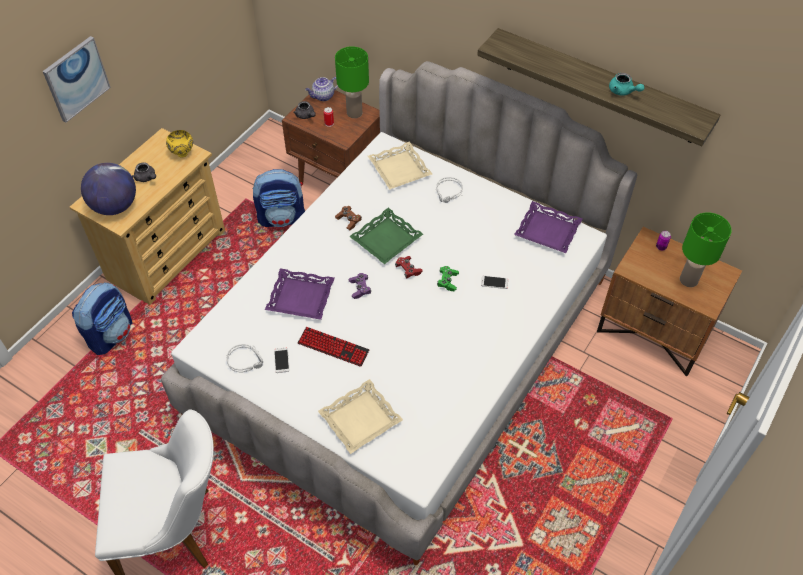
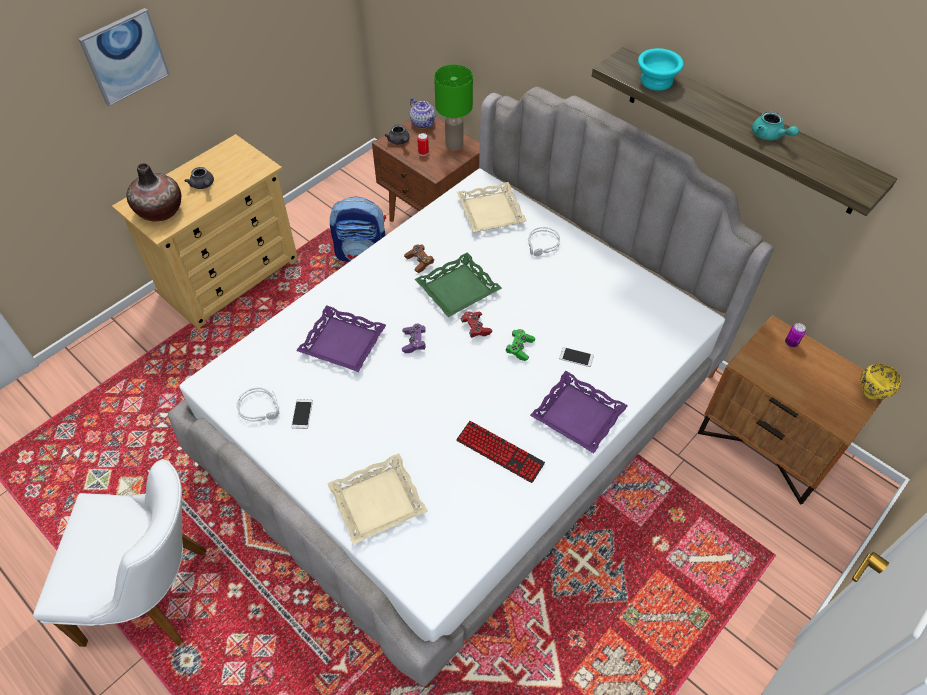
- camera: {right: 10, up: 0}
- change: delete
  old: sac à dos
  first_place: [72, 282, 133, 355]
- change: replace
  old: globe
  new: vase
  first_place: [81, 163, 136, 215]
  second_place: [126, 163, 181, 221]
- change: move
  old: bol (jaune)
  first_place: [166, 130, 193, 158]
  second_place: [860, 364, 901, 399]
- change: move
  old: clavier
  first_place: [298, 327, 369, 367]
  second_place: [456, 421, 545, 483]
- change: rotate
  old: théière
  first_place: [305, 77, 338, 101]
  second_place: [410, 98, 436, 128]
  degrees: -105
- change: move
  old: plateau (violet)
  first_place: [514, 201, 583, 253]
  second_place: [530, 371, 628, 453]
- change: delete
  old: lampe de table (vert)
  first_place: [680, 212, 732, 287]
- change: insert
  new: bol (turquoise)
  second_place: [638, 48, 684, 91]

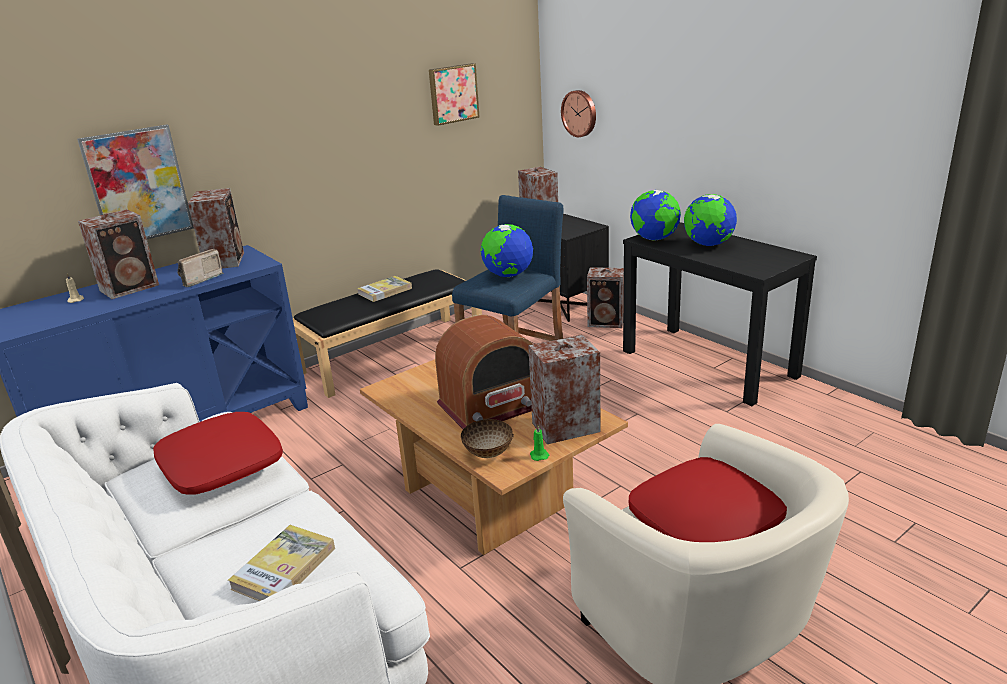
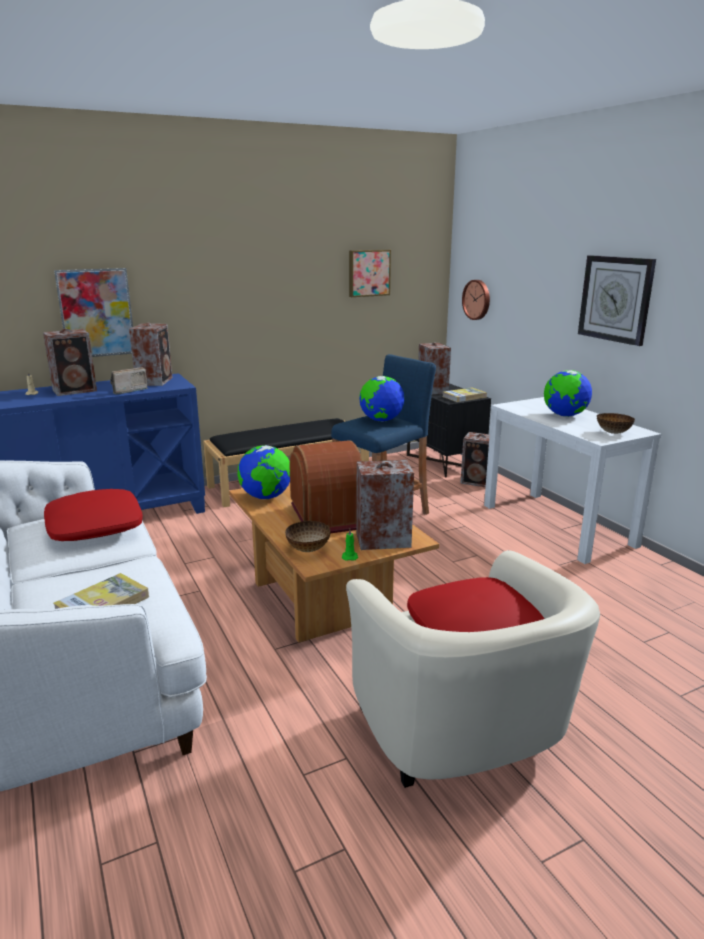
- camera: {right: 10, up: -5}
- change: move
  old: livre
  first_place: [357, 276, 412, 302]
  second_place: [442, 387, 487, 402]
- change: rotate
  old: radio
  first_place: [435, 315, 532, 429]
  second_place: [290, 440, 362, 534]
  degrees: -90
- change: recolor
  old: table console (noir)
  new: table console (blanc)
  first_place: [623, 222, 817, 406]
  second_place: [484, 397, 662, 564]
- change: move
  old: globe
  first_place: [630, 190, 681, 241]
  second_place: [238, 445, 290, 499]
- change: insert
  new: horloge murale
  second_place: [578, 255, 656, 346]
- change: insert
  new: bol
  second_place: [597, 413, 635, 434]

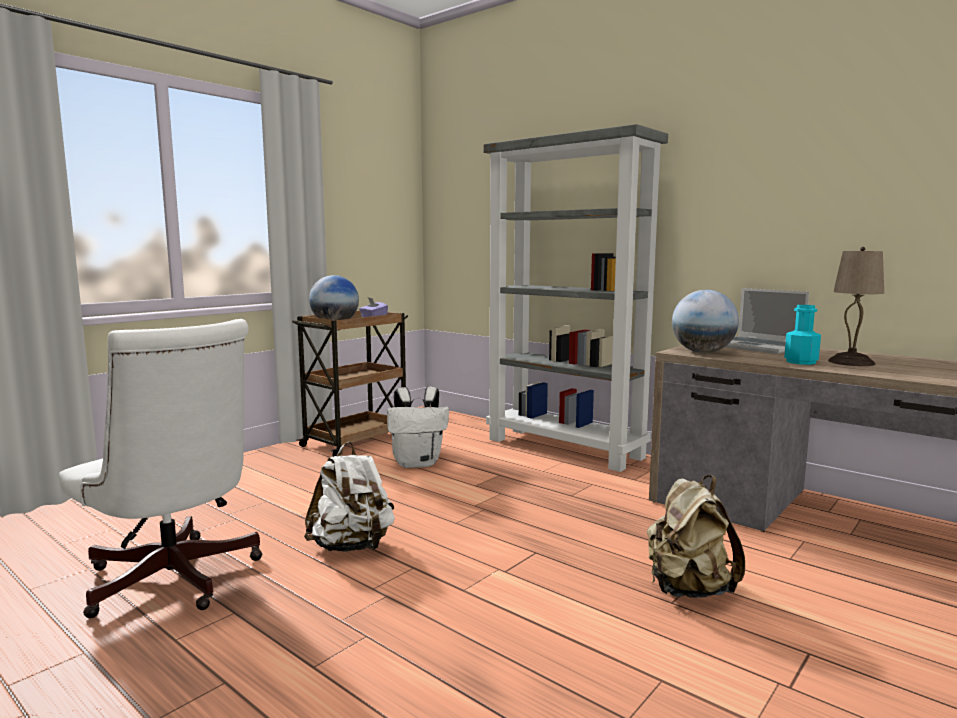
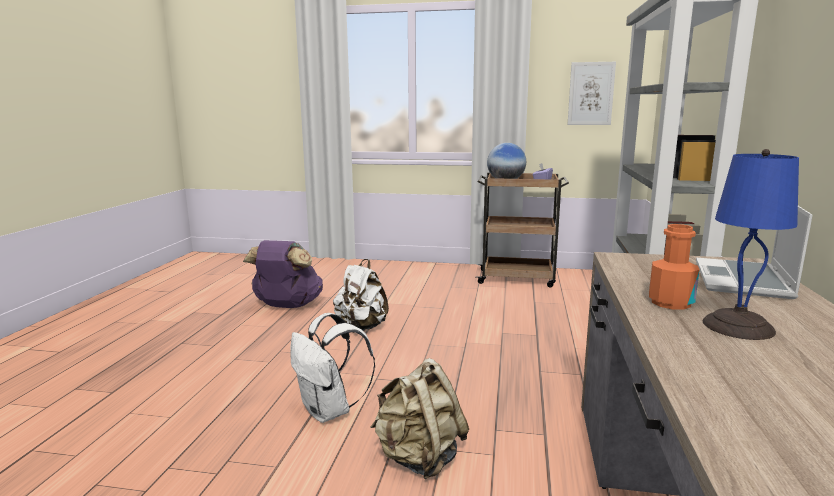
- camera: {right: 60, up: 5}
- change: replace
  old: chaise de bureau (blanc)
  new: sac à dos (violet)
  first_place: [59, 319, 263, 618]
  second_place: [243, 240, 323, 308]
- change: move
  old: sac à dos (blanc)
  first_place: [387, 386, 449, 468]
  second_place: [290, 313, 375, 423]
- change: delete
  old: globe
  first_place: [672, 290, 739, 353]
- change: recolor
  old: bouteille (turquoise)
  new: bouteille (orange)
  first_place: [784, 305, 821, 365]
  second_place: [649, 224, 700, 310]
- change: recolor
  old: lampe de table (beige)
  new: lampe de table (bleu)
  first_place: [828, 247, 884, 366]
  second_place: [703, 149, 799, 340]
- change: insert
  new: tableau
  second_place: [568, 62, 616, 125]

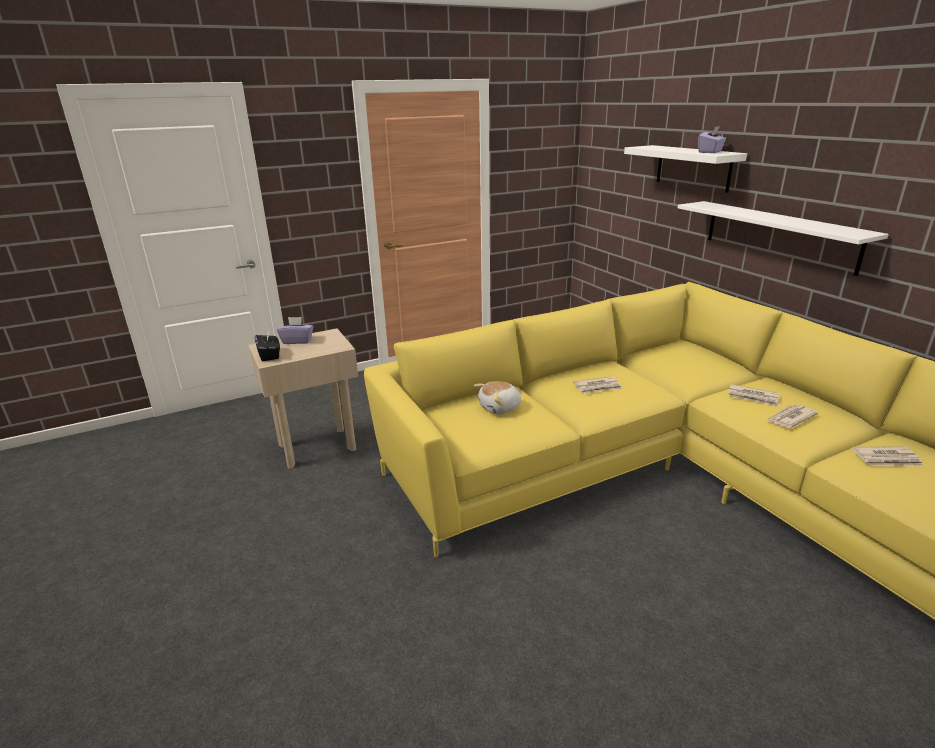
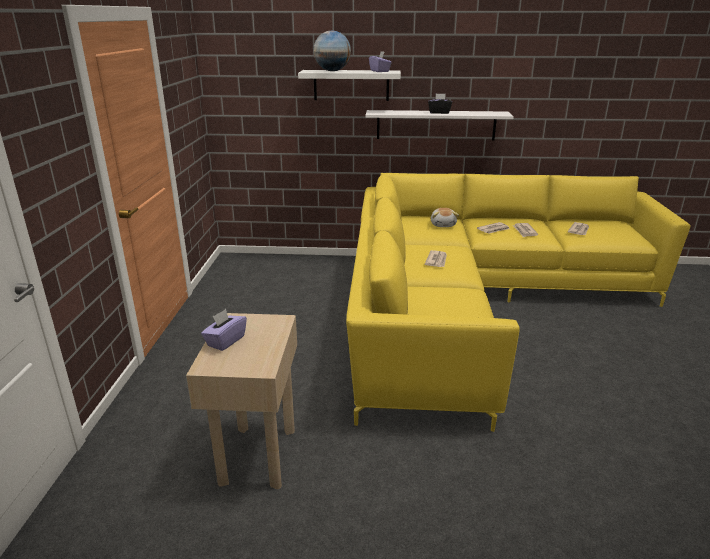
- camera: {right: -60, up: 0}
- change: move
  old: boîte à mouchoirs (noir)
  first_place: [254, 330, 280, 361]
  second_place: [428, 94, 452, 114]
- change: move
  old: peluche
  first_place: [474, 381, 521, 414]
  second_place: [431, 208, 459, 227]
- change: insert
  new: globe
  second_place: [313, 30, 351, 71]

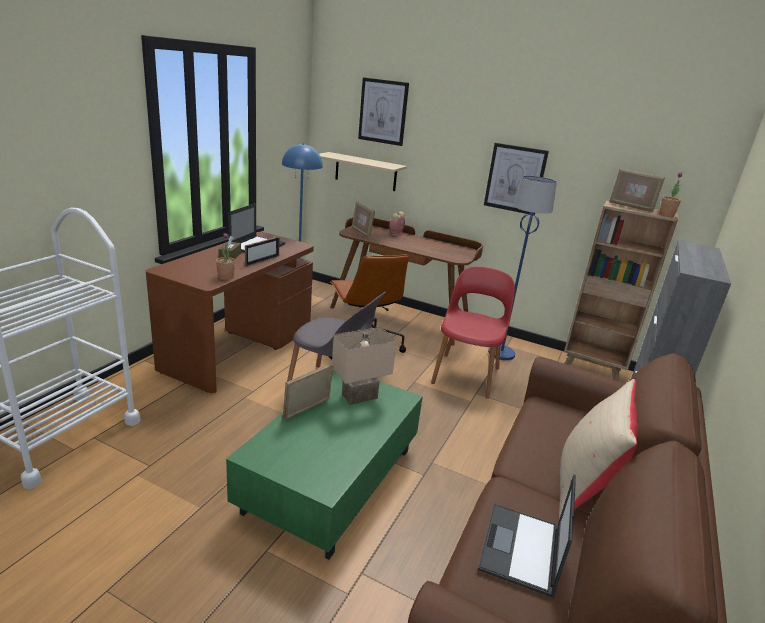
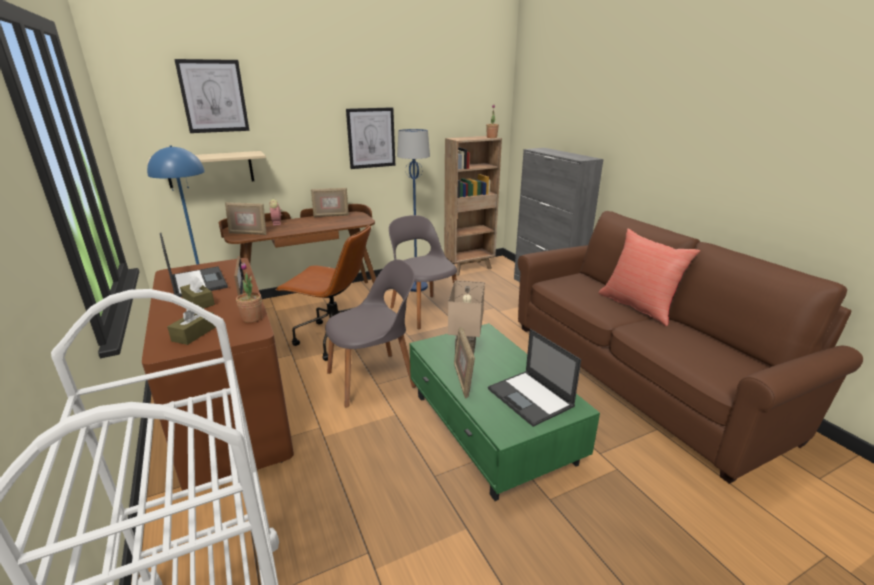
- camera: {right: -50, up: 0}
- change: recolor
  old: chaise (rouge)
  new: chaise (gris)
  first_place: [431, 266, 515, 399]
  second_place: [389, 215, 457, 329]
- change: move
  old: ordinateur portable
  first_place: [478, 474, 576, 598]
  second_place: [488, 329, 581, 427]
- change: recolor
  old: coussin (beige)
  new: coussin (rouge)
  first_place: [559, 379, 638, 519]
  second_place: [599, 229, 700, 326]
- change: move
  old: cadre photo
  first_place: [609, 168, 665, 212]
  second_place: [311, 188, 349, 217]
- change: insert
  new: boîte à mouchoirs (marron)
  second_place: [167, 305, 215, 345]

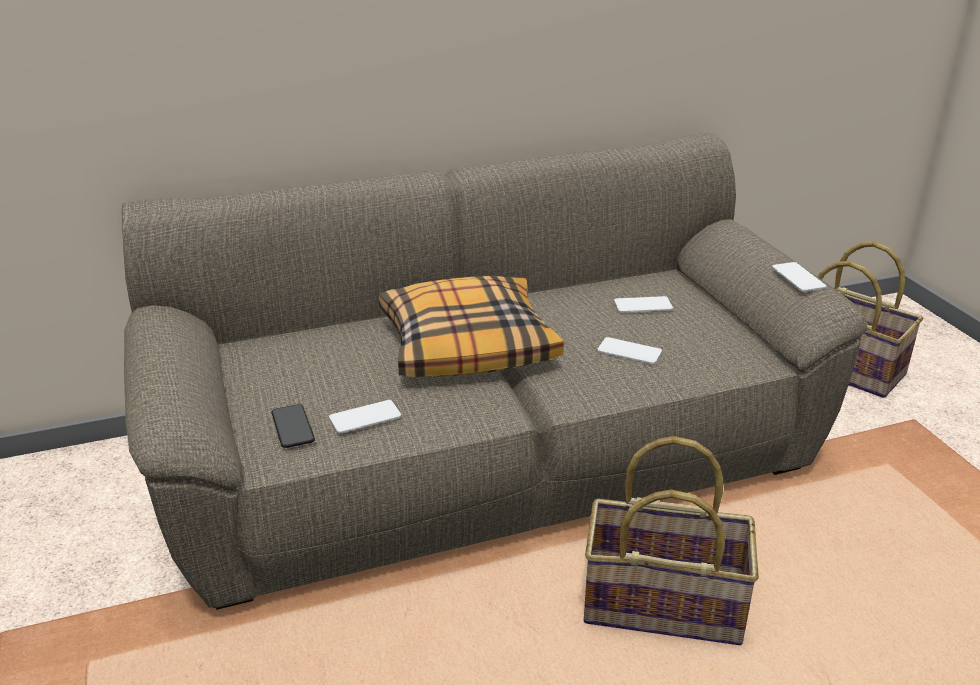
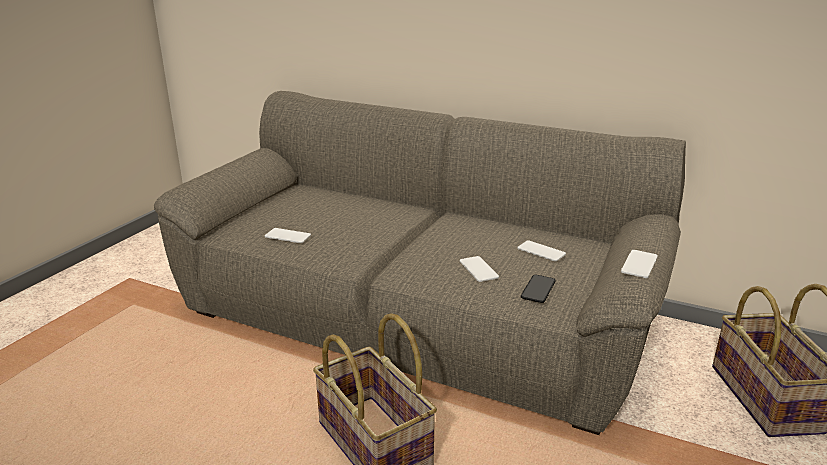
- camera: {right: 45, up: -5}
- change: move
  old: téléphone
  first_place: [271, 404, 315, 448]
  second_place: [521, 275, 556, 303]
- change: delete
  old: coussin
  first_place: [378, 276, 564, 377]

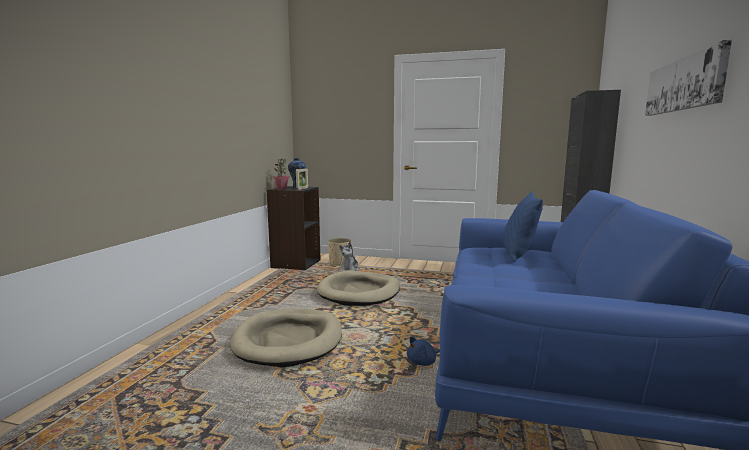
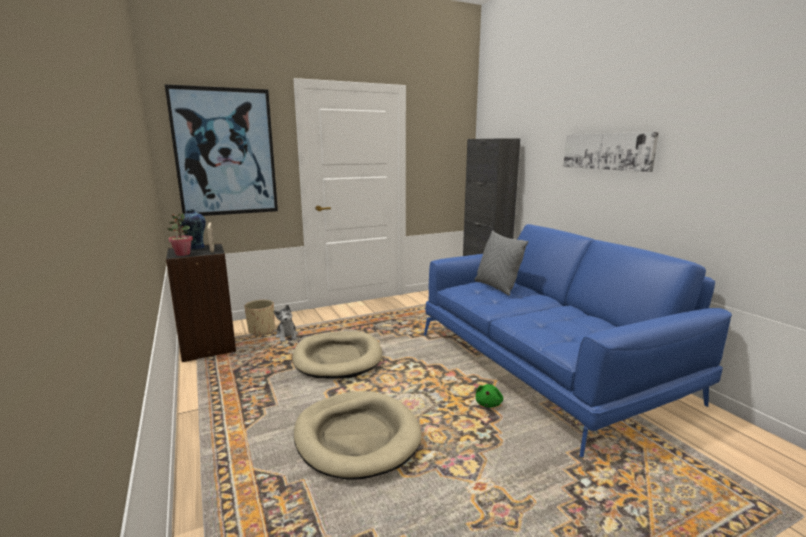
- camera: {right: -40, up: 5}
- change: recolor
  old: peluche (bleu)
  new: peluche (vert)
  first_place: [407, 337, 440, 366]
  second_place: [476, 384, 503, 408]
- change: recolor
  old: coussin (bleu)
  new: coussin (gris)
  first_place: [503, 191, 543, 262]
  second_place: [475, 230, 529, 296]
- change: insert
  new: tableau
  second_place: [165, 84, 278, 216]

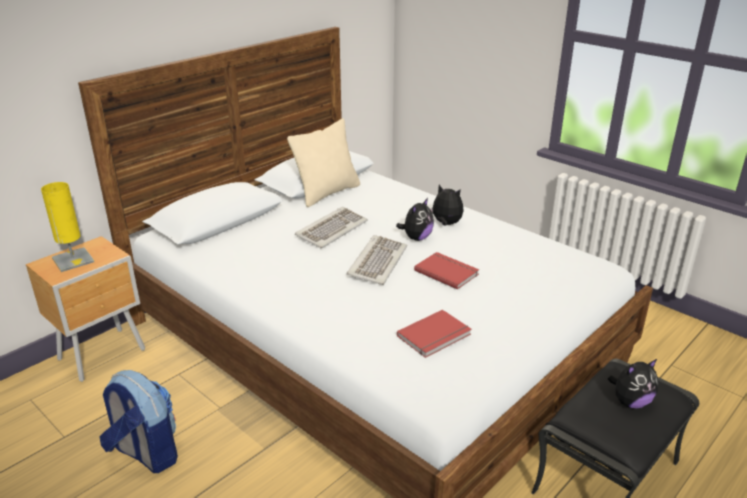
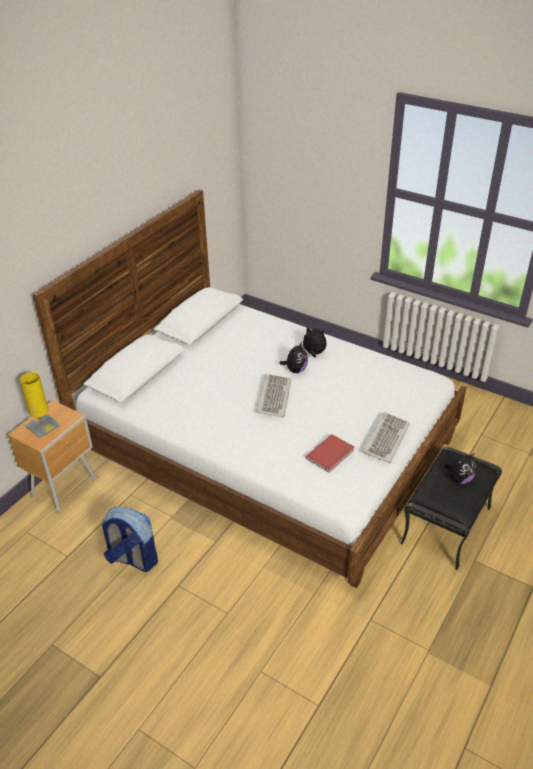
- camera: {right: -10, up: 10}
- change: delete
  old: coussin (beige)
  first_place: [287, 118, 360, 207]
- change: move
  old: clavier
  first_place: [295, 207, 368, 248]
  second_place: [362, 412, 410, 463]
- change: delete
  old: livre (rouge)
  first_place: [414, 252, 479, 290]

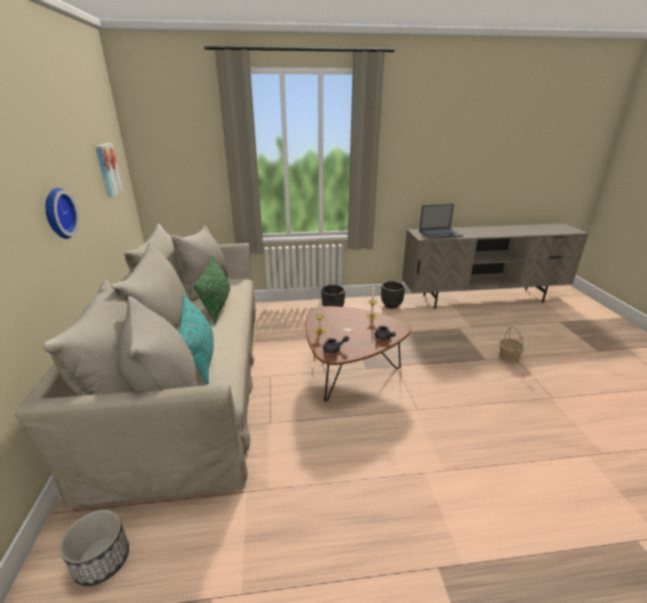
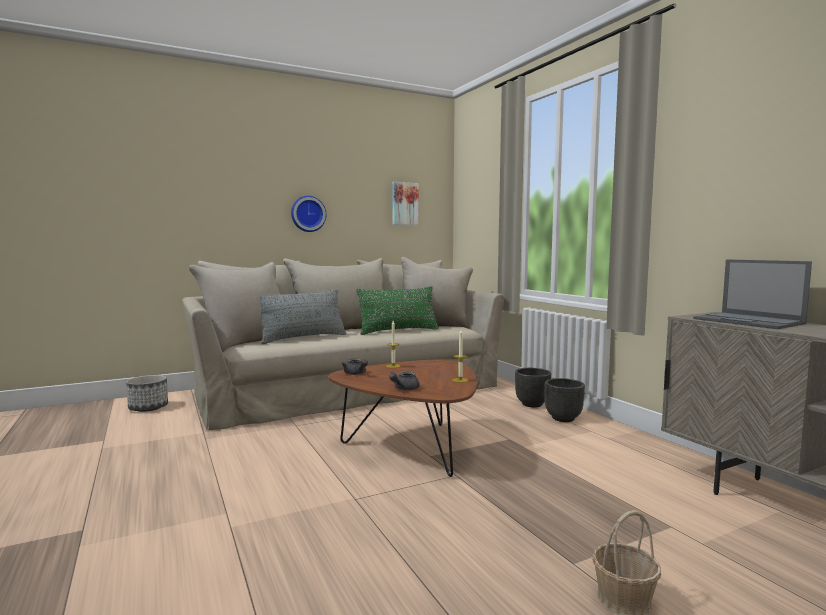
- camera: {right: 70, up: -20}
- change: recolor
  old: coussin (turquoise)
  new: coussin (gris)
  first_place: [179, 293, 214, 384]
  second_place: [260, 289, 346, 344]
- change: move
  old: cache-pot (noir)
  first_place: [381, 281, 405, 309]
  second_place: [515, 368, 551, 408]

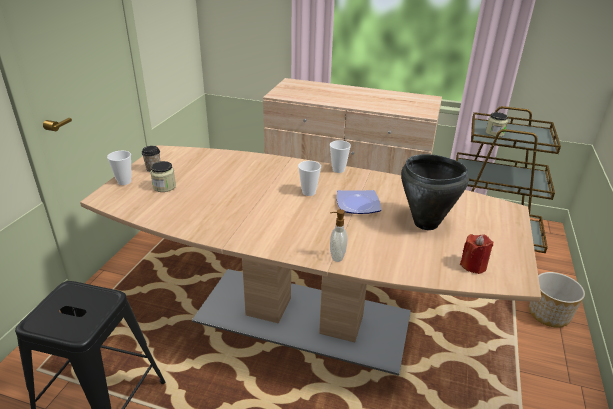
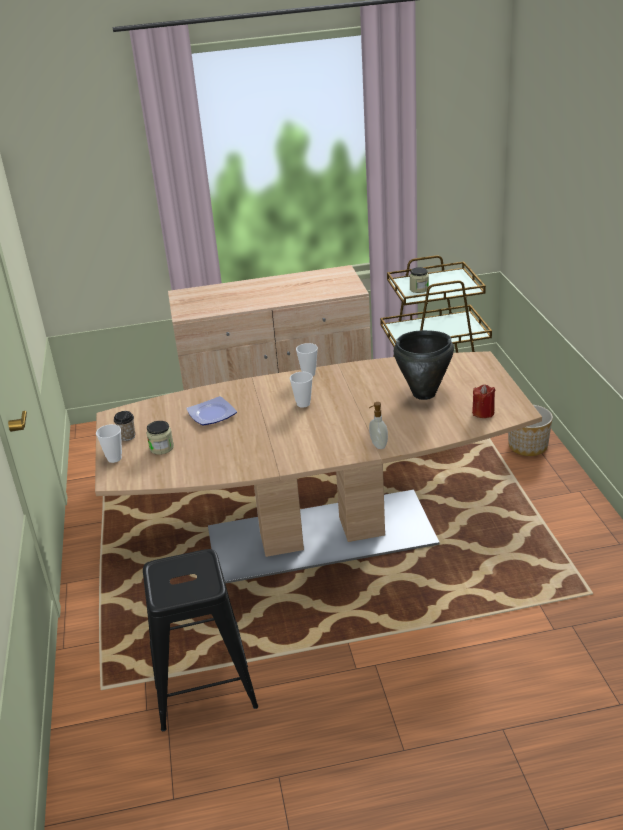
- camera: {right: -25, up: 0}
- change: move
  old: assiette
  first_place: [337, 190, 381, 214]
  second_place: [186, 396, 237, 426]

